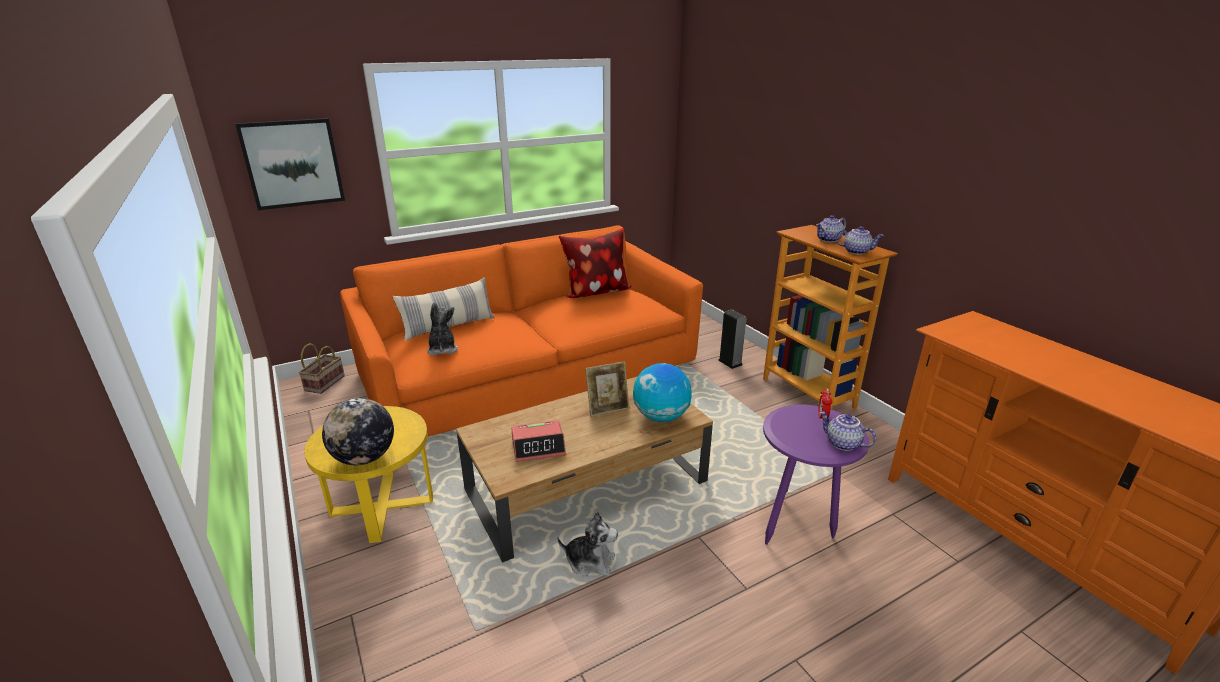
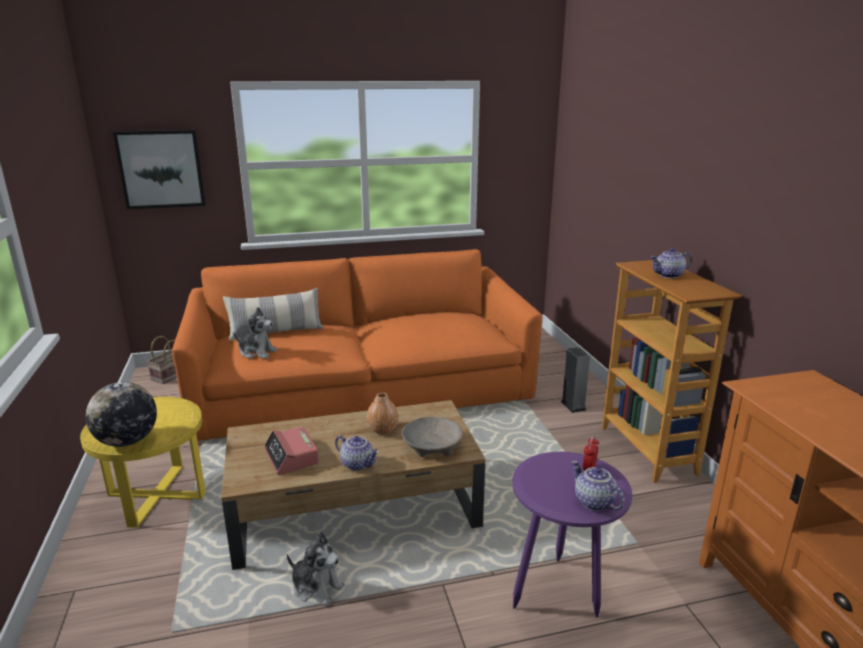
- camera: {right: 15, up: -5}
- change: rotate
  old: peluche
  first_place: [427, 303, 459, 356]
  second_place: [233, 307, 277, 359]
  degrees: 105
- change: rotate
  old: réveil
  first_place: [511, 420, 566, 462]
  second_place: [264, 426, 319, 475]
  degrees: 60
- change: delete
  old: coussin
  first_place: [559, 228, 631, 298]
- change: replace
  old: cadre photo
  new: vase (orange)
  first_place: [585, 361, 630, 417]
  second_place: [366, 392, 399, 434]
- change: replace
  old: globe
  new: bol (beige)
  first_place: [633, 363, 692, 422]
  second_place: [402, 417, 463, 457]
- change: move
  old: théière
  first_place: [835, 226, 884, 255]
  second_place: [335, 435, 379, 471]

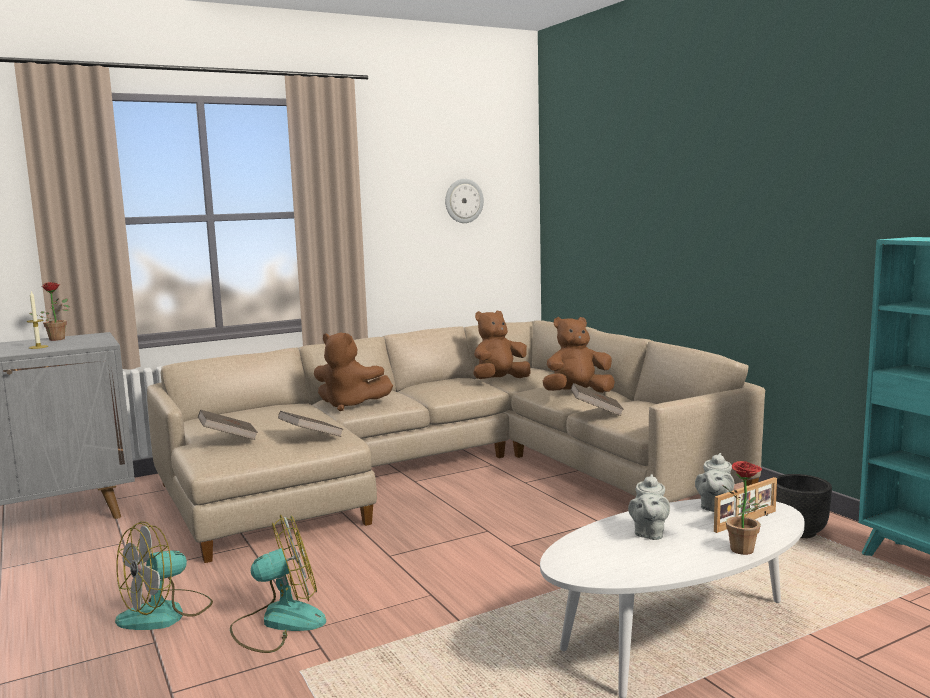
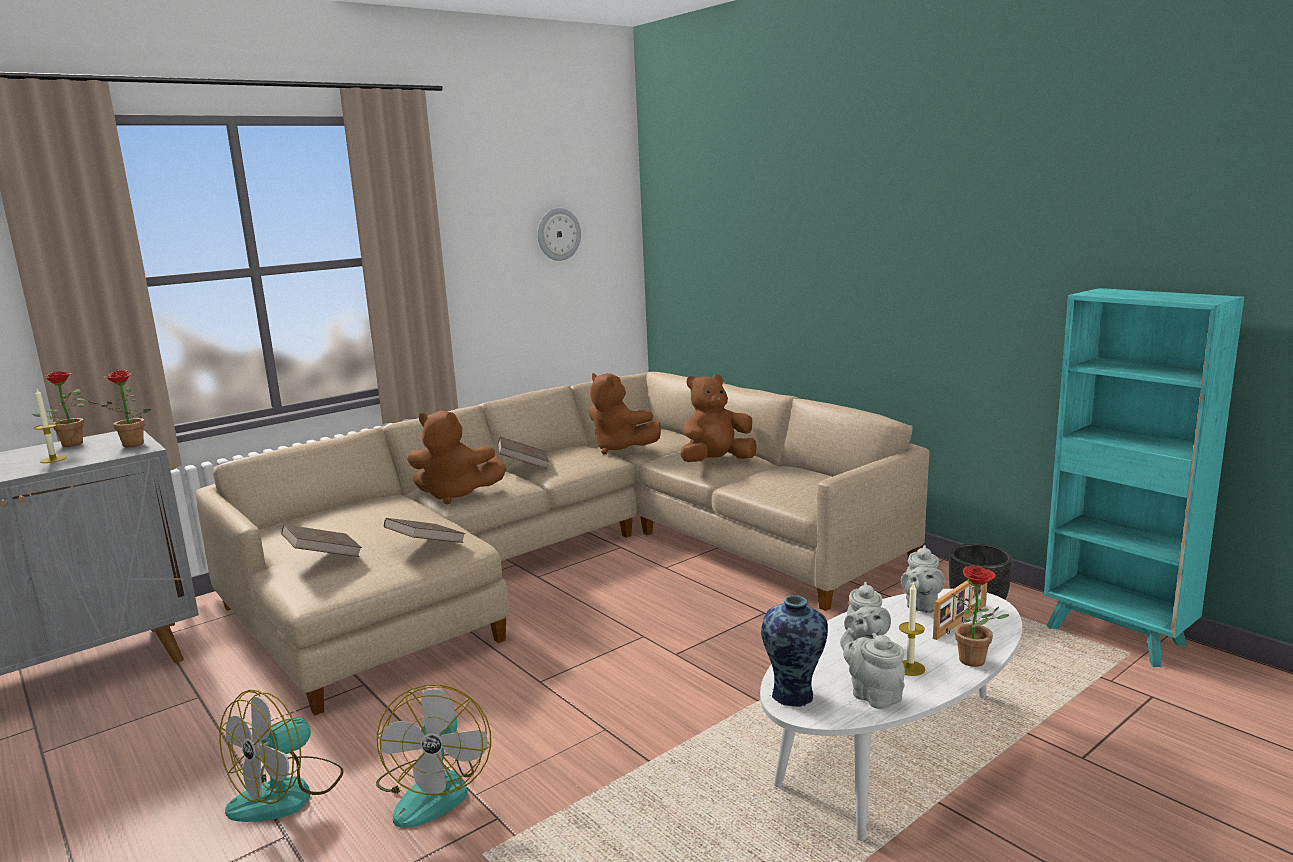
- camera: {right: -10, up: 5}
- change: rotate
  old: ventilateur
  first_place: [230, 514, 326, 653]
  second_place: [376, 684, 491, 828]
  degrees: 120
- change: rotate
  old: peluche (marron)
  first_place: [473, 311, 530, 379]
  second_place: [589, 373, 661, 455]
  degrees: -90
- change: move
  old: livre (marron)
  first_place: [571, 383, 624, 416]
  second_place: [498, 437, 549, 469]
- change: insert
  new: plante en pot
  second_place: [87, 370, 151, 447]
- change: insert
  new: vase
  second_place: [761, 595, 828, 707]
- change: insert
  new: théière (gris)
  second_place: [840, 628, 905, 709]
- change: insert
  new: bougie
  second_place: [899, 581, 925, 676]

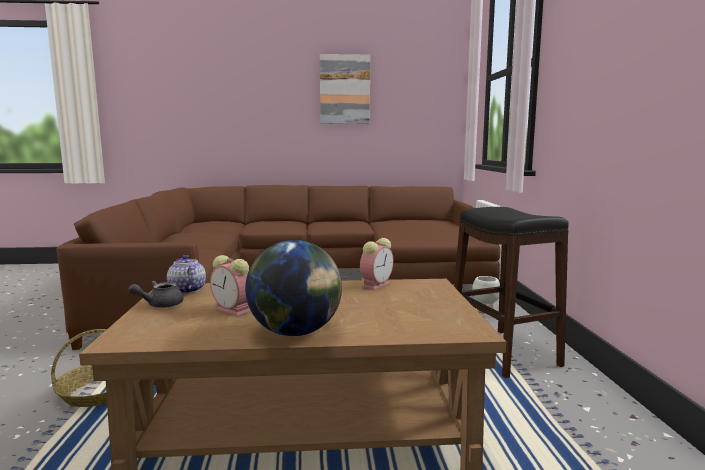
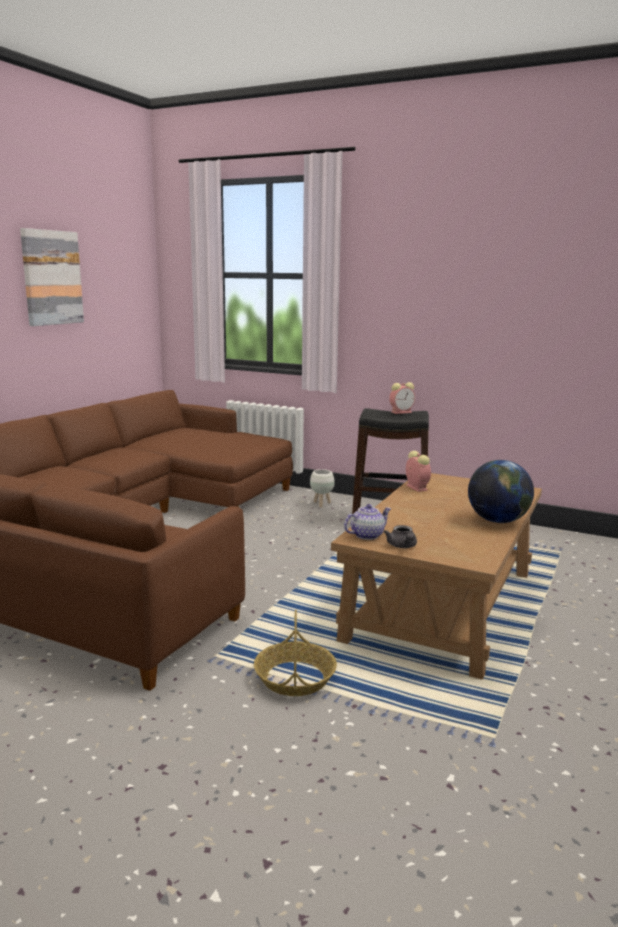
- camera: {right: -60, up: 5}
- change: rotate
  old: théière
  first_place: [167, 255, 206, 294]
  second_place: [344, 504, 391, 540]
  degrees: 150
- change: move
  old: réveil
  first_place: [210, 255, 251, 317]
  second_place: [389, 382, 415, 414]

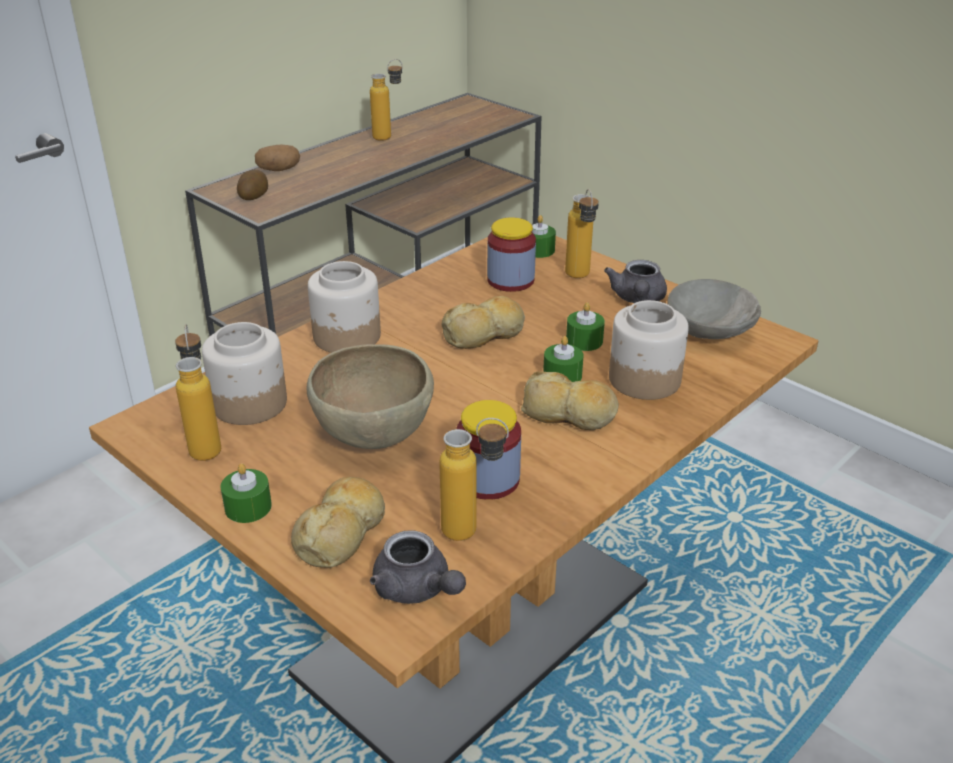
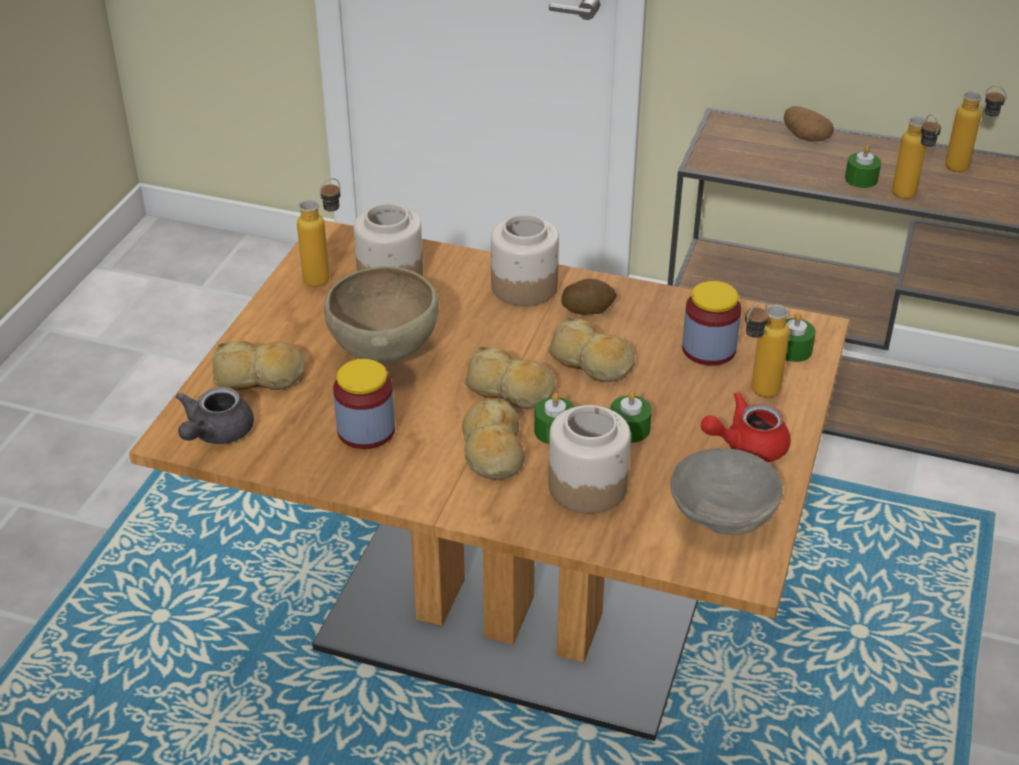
- camera: {right: 65, up: 5}
- change: move
  old: bougie (vert)
  first_place: [221, 463, 272, 523]
  second_place: [845, 145, 881, 188]
- change: move
  old: pomme de terre
  first_place: [237, 170, 268, 200]
  second_place: [561, 279, 617, 315]
- change: move
  old: bouteille
  first_place: [439, 418, 509, 541]
  second_place: [892, 114, 941, 199]
- change: recolor
  old: théière (gris)
  new: théière (rouge)
  first_place: [604, 260, 667, 303]
  second_place: [701, 392, 791, 462]
- change: insert
  new: pain
  second_place: [464, 346, 555, 409]

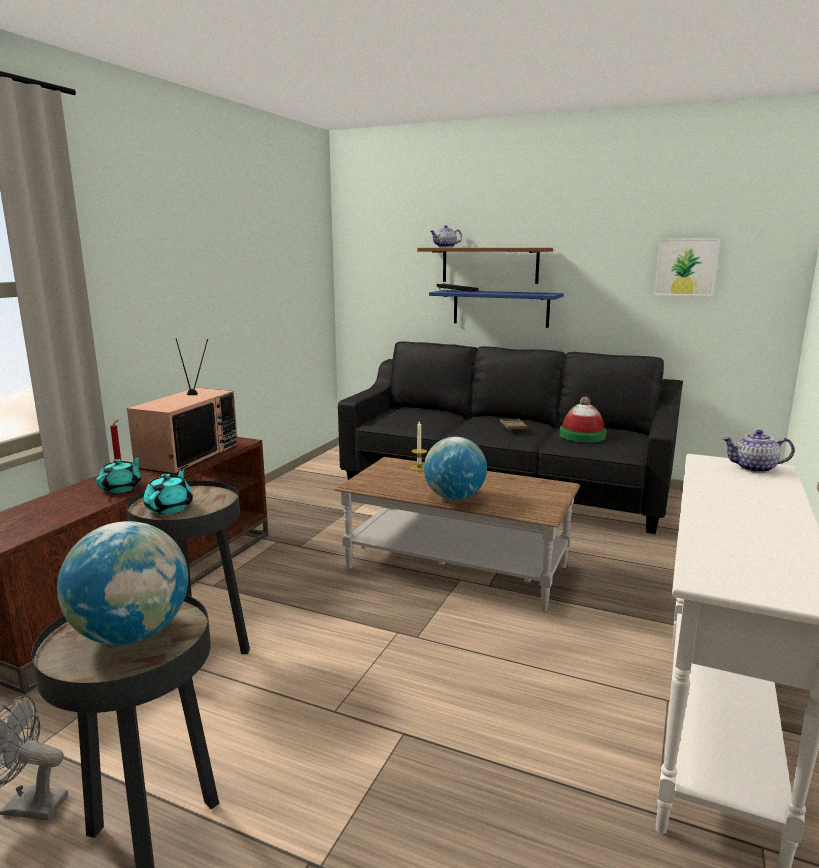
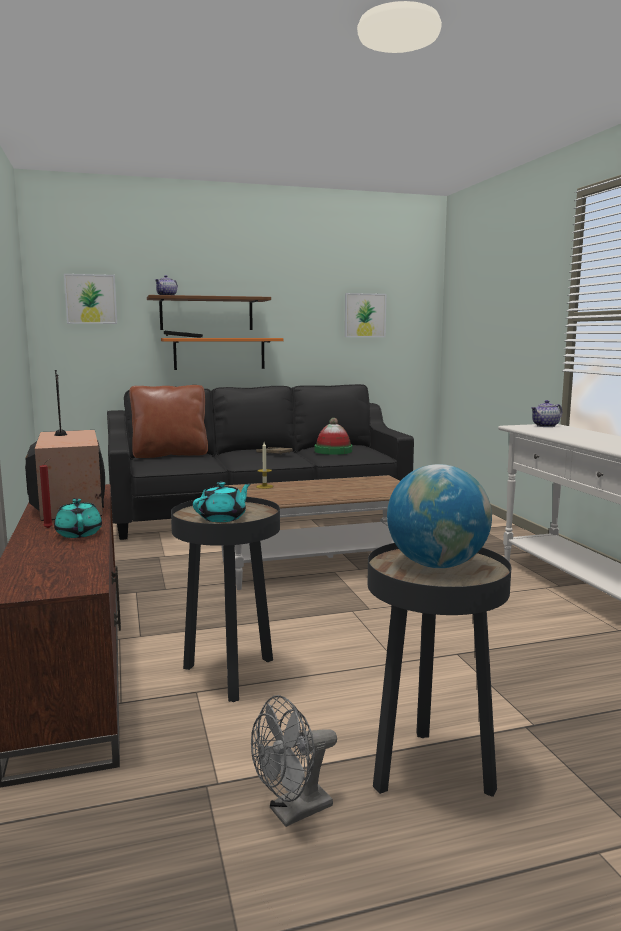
- camera: {right: -40, up: -5}
- change: rotate
  old: théière (turquoise)
  first_place: [143, 469, 193, 514]
  second_place: [193, 482, 251, 522]
  degrees: 75
- change: delete
  old: globe
  first_place: [424, 437, 487, 500]
- change: recolor
  old: étagère (bleu)
  new: étagère (orange)
  first_place: [429, 290, 564, 328]
  second_place: [161, 338, 284, 370]
- change: insert
  new: tableau
  second_place: [64, 274, 117, 324]
- change: insert
  new: coussin (marron)
  second_place: [129, 385, 208, 458]

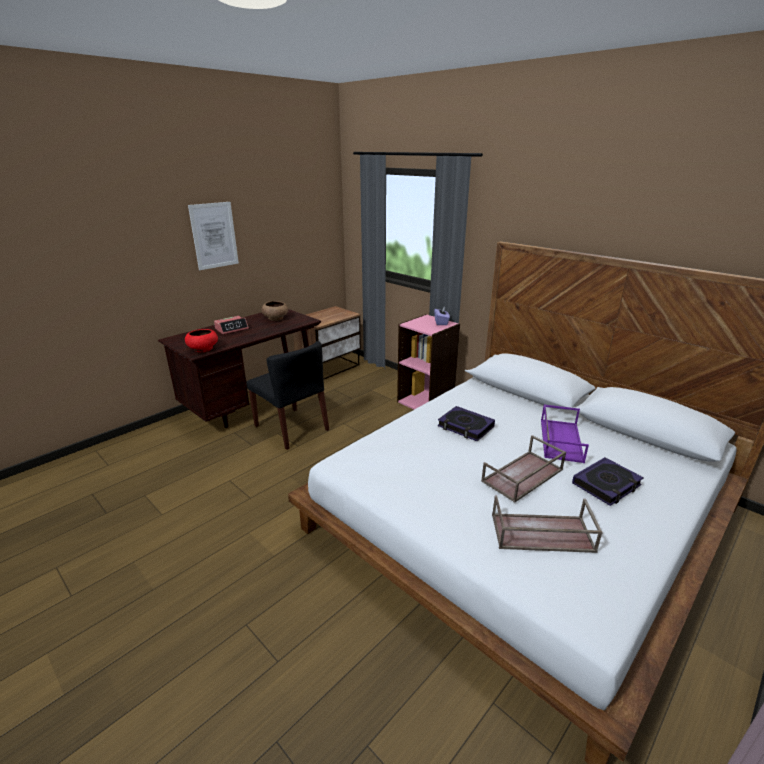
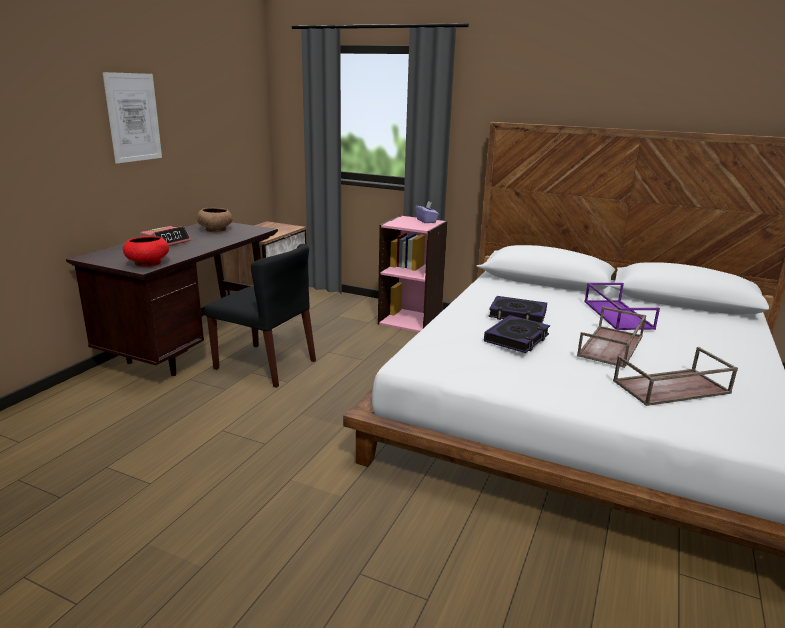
- camera: {right: -20, up: -5}
- change: move
  old: livre
  first_place: [572, 457, 644, 506]
  second_place: [484, 315, 550, 353]

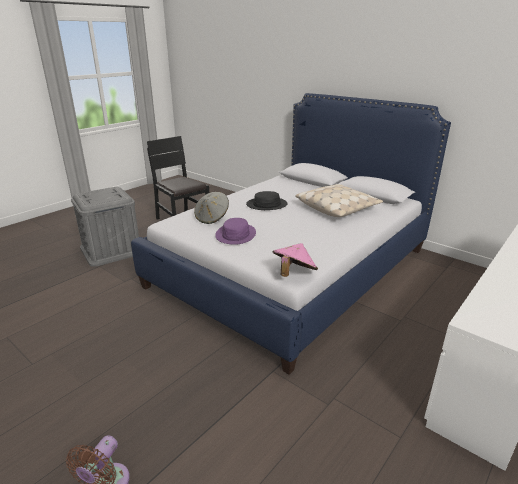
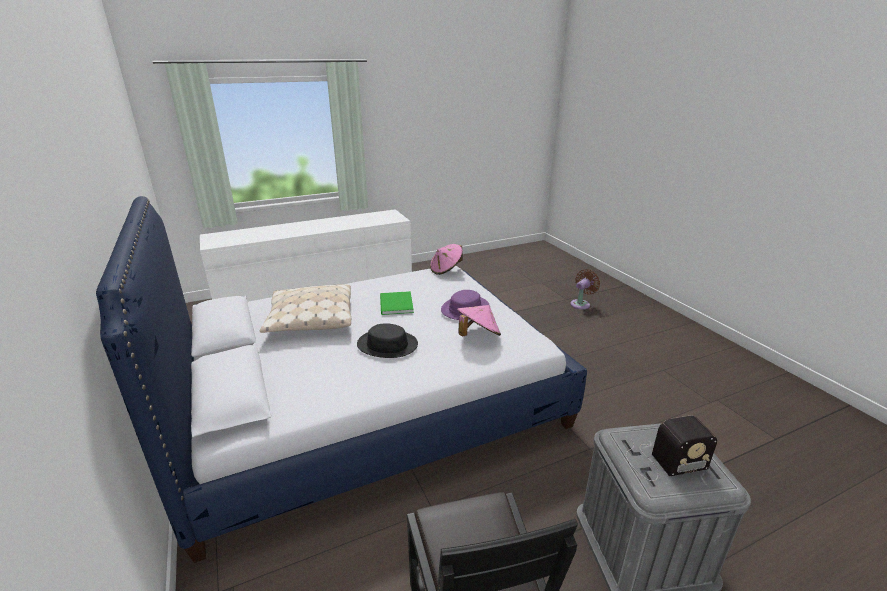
- camera: {right: -155, up: 0}
- change: recolor
  old: chapeau (gris)
  new: chapeau (rose)
  first_place: [194, 192, 229, 224]
  second_place: [457, 305, 501, 336]
- change: insert
  new: livre (vert)
  second_place: [380, 291, 414, 315]
- change: insert
  new: radio
  second_place: [626, 416, 717, 481]

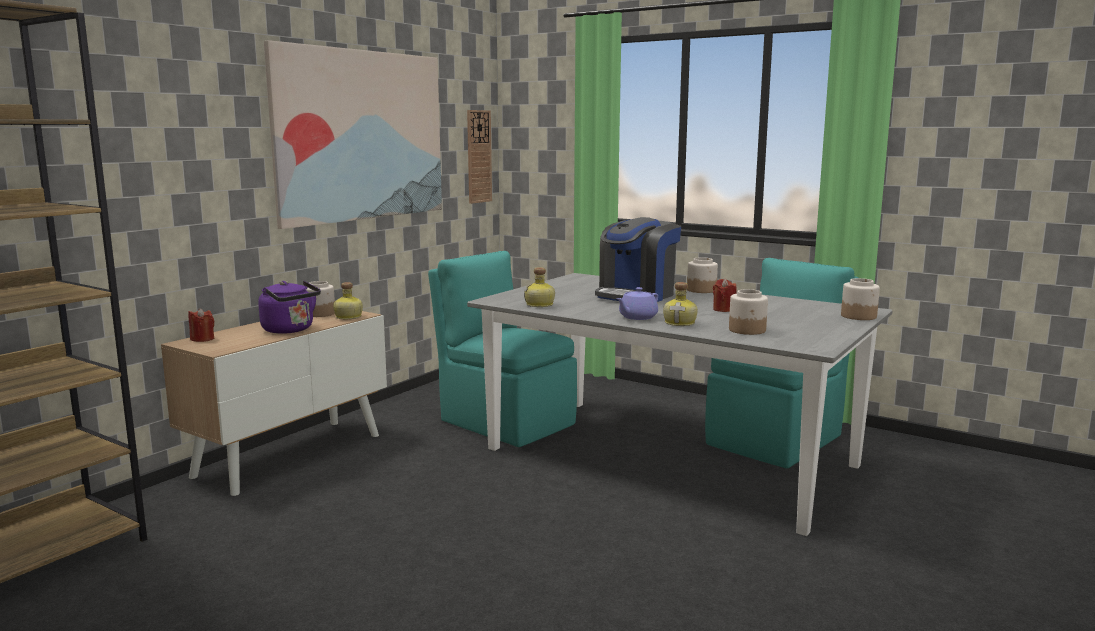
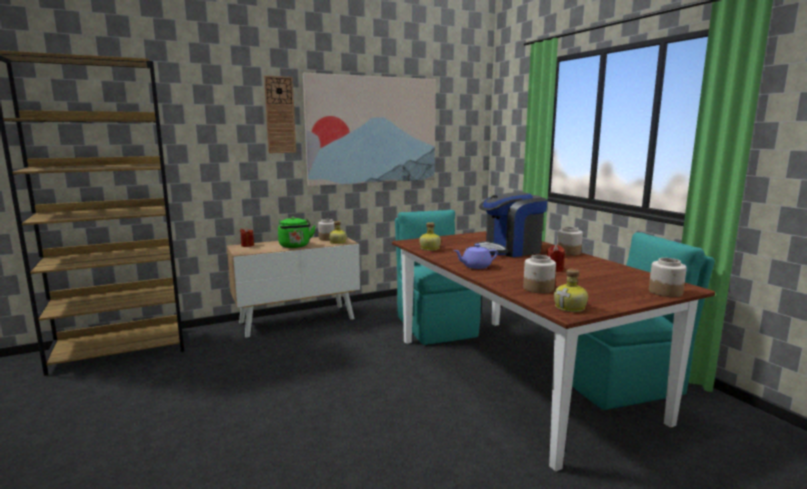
- camera: {right: 30, up: 0}
- change: recolor
  old: bouilloire (violet)
  new: bouilloire (vert)
  first_place: [258, 281, 321, 334]
  second_place: [278, 217, 316, 248]
- change: move
  old: horloge murale
  first_place: [467, 110, 492, 204]
  second_place: [264, 75, 296, 153]
- change: recolor
  old: table à manger (gris)
  new: table à manger (marron)
  first_place: [467, 273, 892, 536]
  second_place: [392, 231, 715, 471]
- change: move
  old: bouteille
  first_place: [663, 282, 698, 326]
  second_place: [554, 269, 588, 312]

